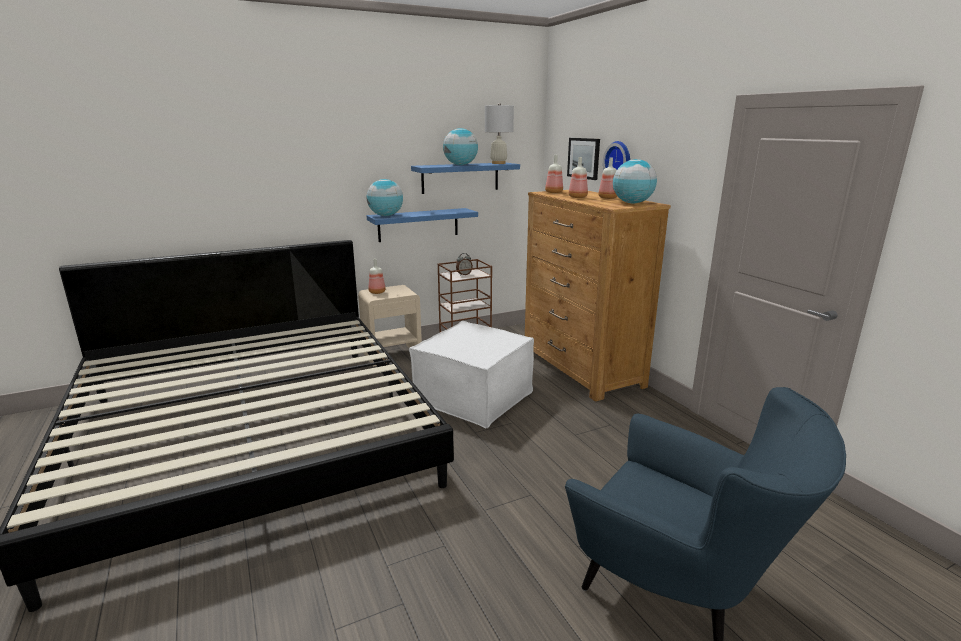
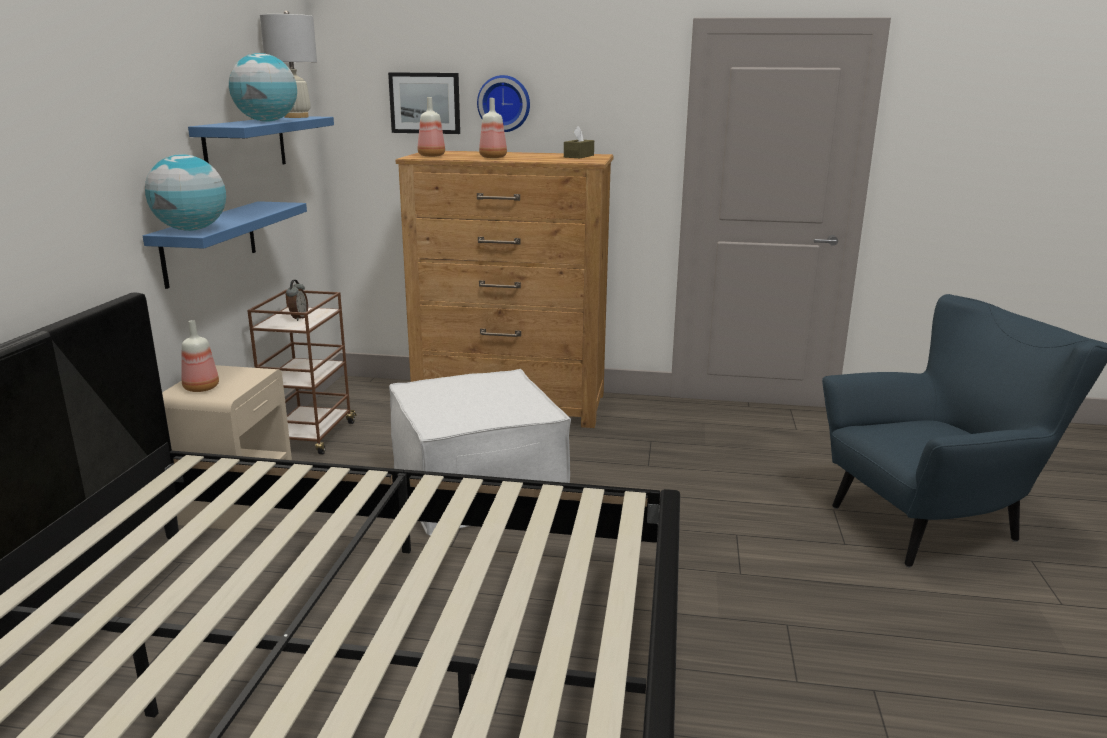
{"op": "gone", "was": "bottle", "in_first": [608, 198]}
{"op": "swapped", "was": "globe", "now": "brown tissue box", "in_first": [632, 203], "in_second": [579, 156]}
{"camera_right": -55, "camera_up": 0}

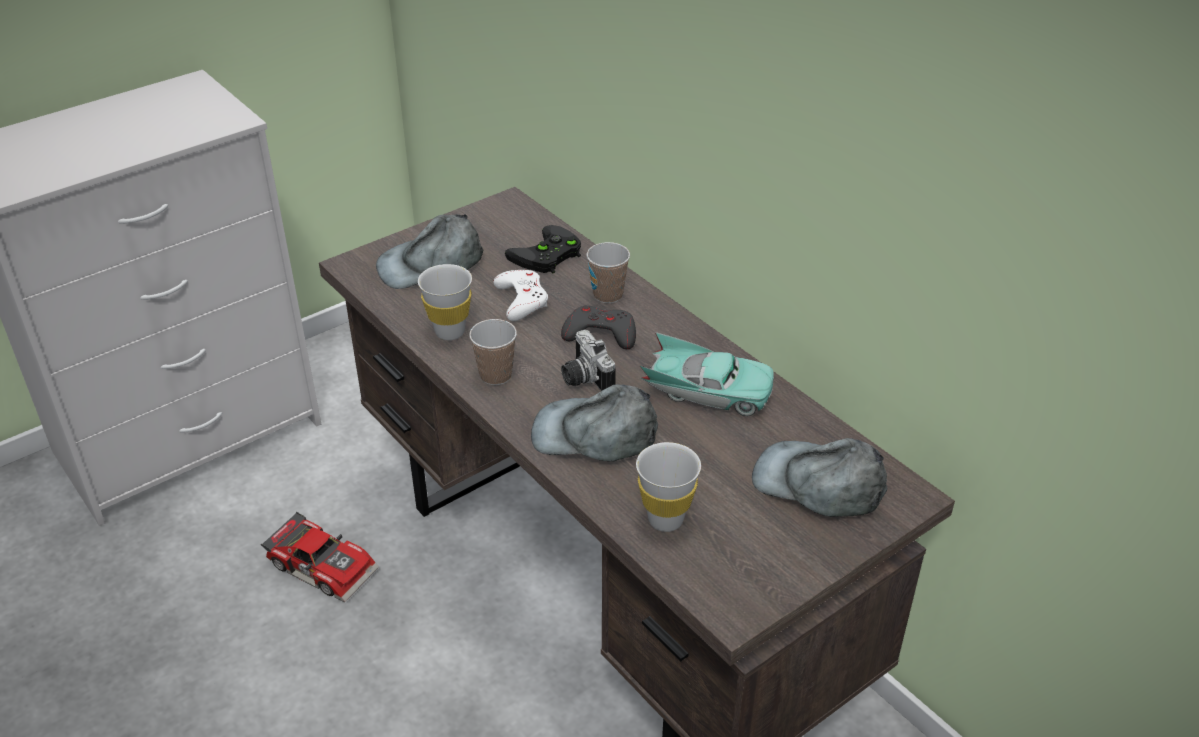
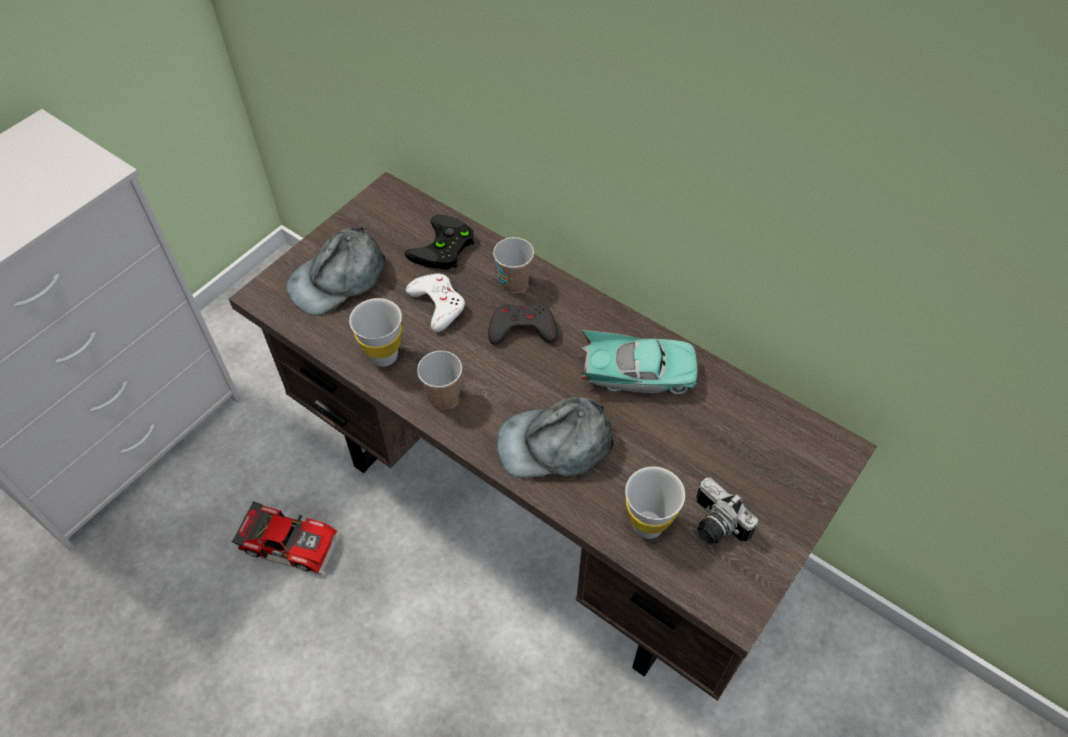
{"op": "gone", "was": "grey cap", "in_first": [819, 484]}
{"op": "shifted", "was": "photo camera", "in_first": [583, 378], "in_second": [714, 525]}
{"camera_right": -15, "camera_up": 15}

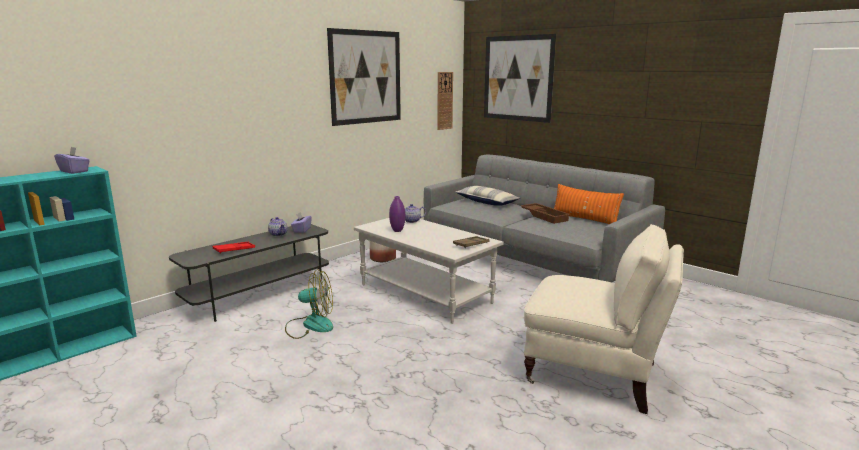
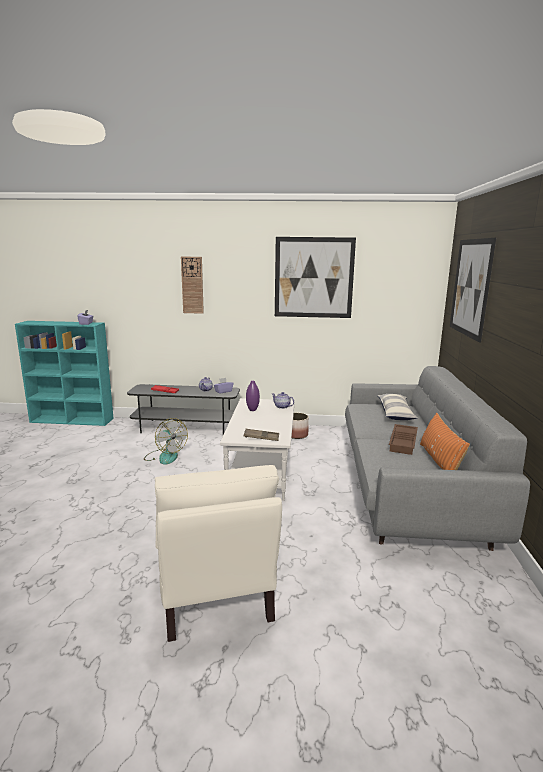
{"op": "shifted", "was": "wall clock", "in_first": [444, 100], "in_second": [192, 285]}
{"camera_right": 50, "camera_up": 0}

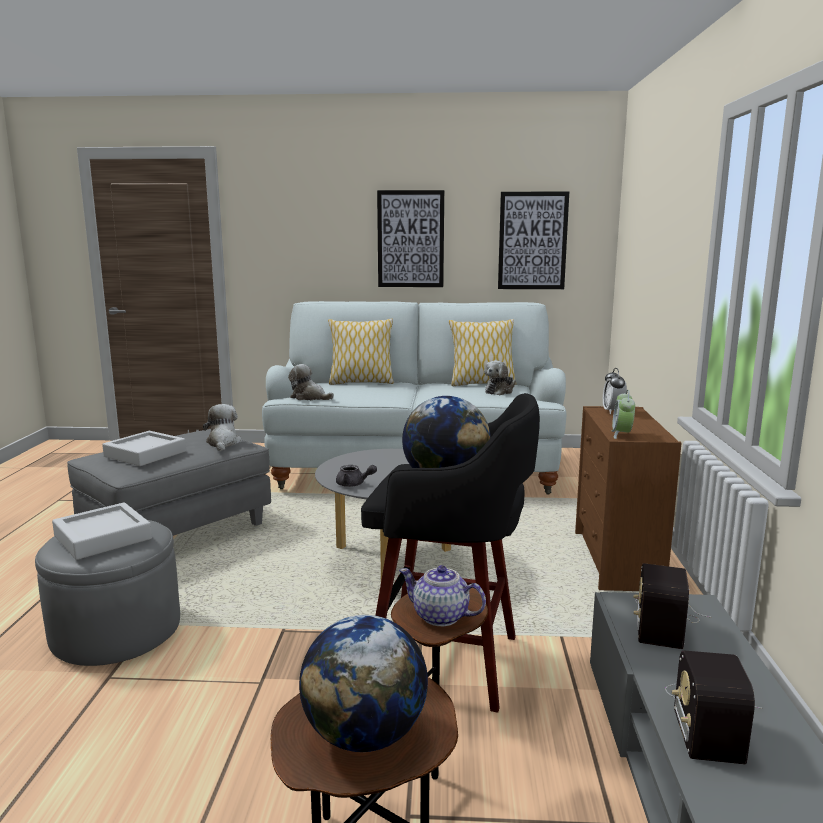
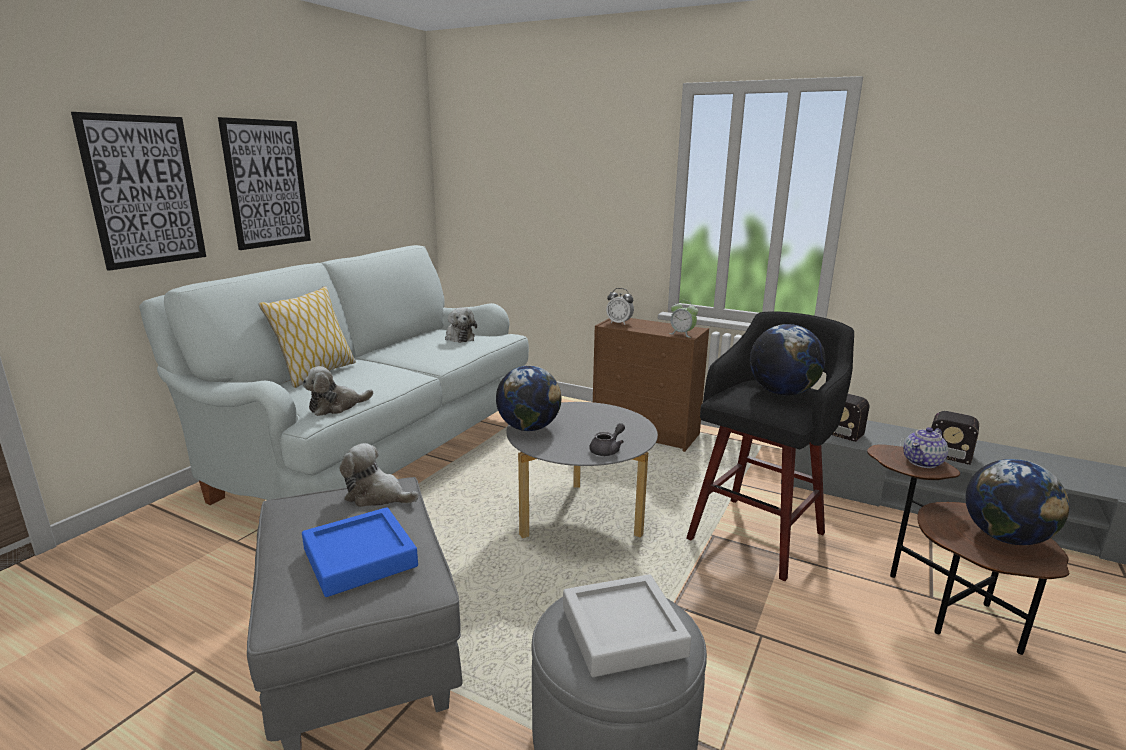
{"op": "gone", "was": "pillow", "in_first": [481, 384]}
{"op": "new", "now": "globe", "in_second": [528, 428]}
{"op": "shifted", "was": "picture", "in_first": [532, 241], "in_second": [144, 191]}
{"op": "repainted", "was": "grey tray", "now": "blue tray", "in_first": [145, 454], "in_second": [360, 558]}
{"camera_right": -65, "camera_up": 5}

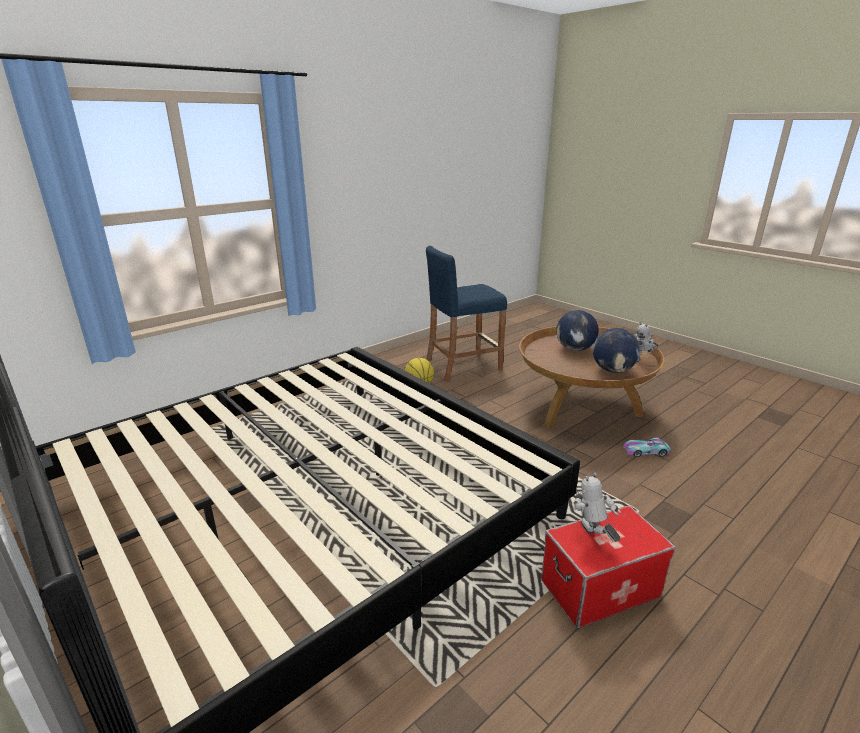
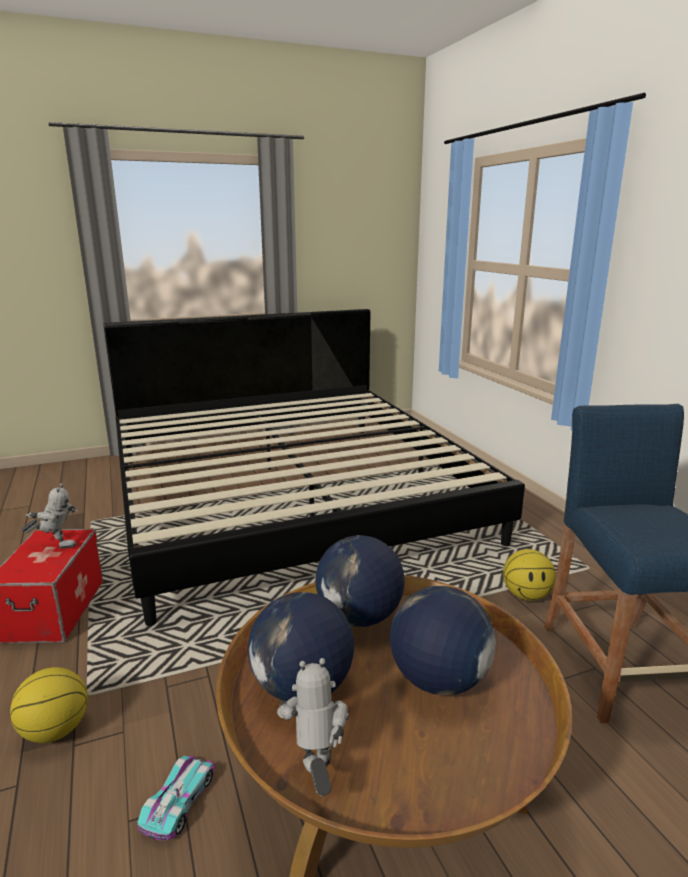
{"op": "new", "now": "basketball", "in_second": [54, 730]}
{"op": "new", "now": "globe", "in_second": [359, 617]}
{"camera_right": 110, "camera_up": -5}

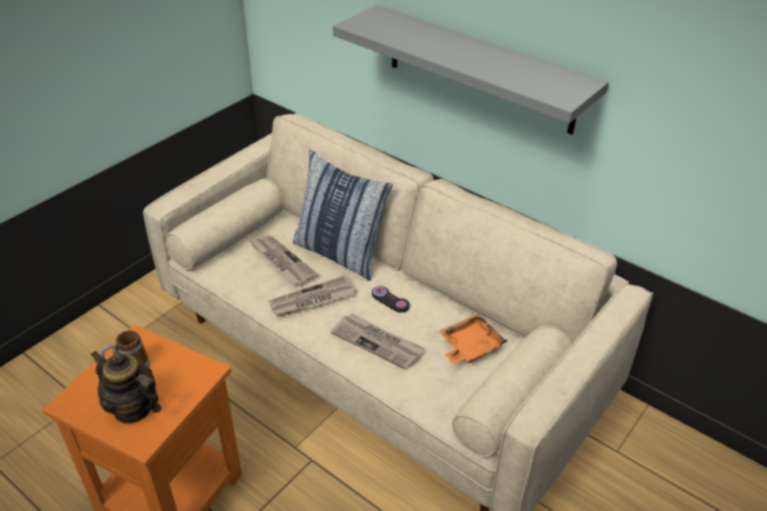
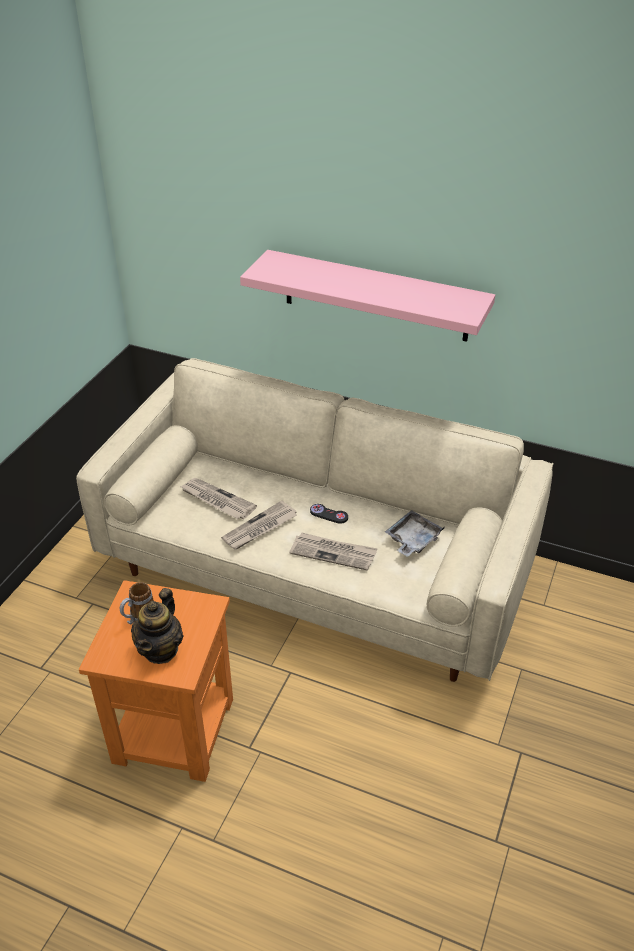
{"op": "gone", "was": "pillow", "in_first": [339, 253]}
{"op": "repainted", "was": "grey shelf", "now": "pink shelf", "in_first": [480, 69], "in_second": [375, 296]}
{"op": "repainted", "was": "orange tray", "now": "grey tray", "in_first": [469, 346], "in_second": [412, 540]}
{"op": "rotated", "was": "teapot", "in_first": [133, 408], "in_second": [161, 649], "clockwise": -90}
{"camera_right": -15, "camera_up": 0}

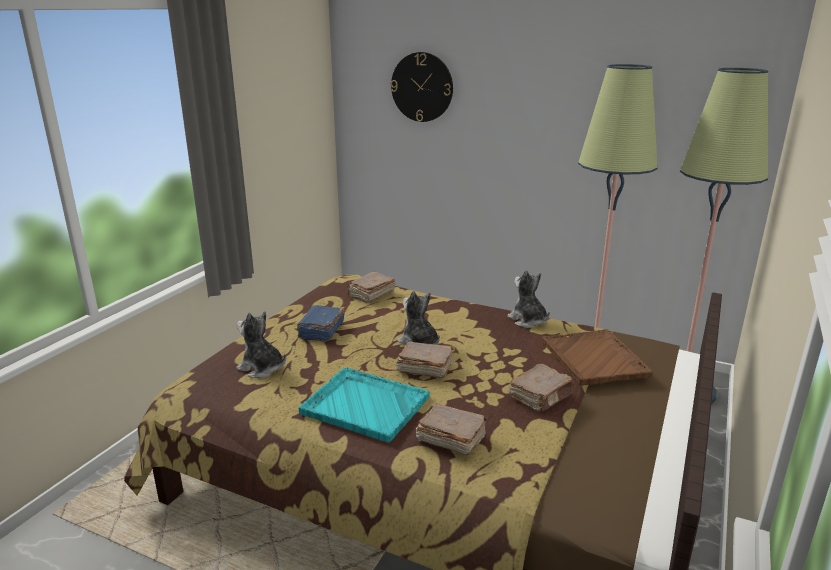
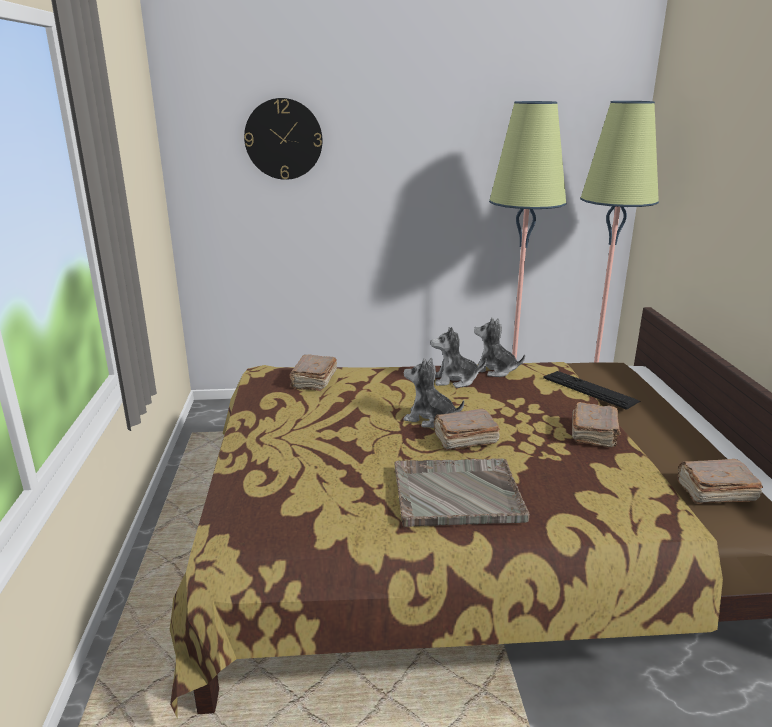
{"op": "gone", "was": "blue book", "in_first": [321, 331]}
{"op": "shifted", "was": "plush toy", "in_first": [262, 368], "in_second": [455, 380]}
{"op": "shifted", "was": "brown book", "in_first": [450, 439], "in_second": [714, 492]}
{"op": "swapped", "was": "brown tray", "now": "keyboard", "in_first": [594, 359], "in_second": [590, 389]}
{"op": "repainted", "was": "turquoise tray", "now": "grey tray", "in_first": [364, 405], "in_second": [456, 494]}
{"camera_right": -30, "camera_up": 0}

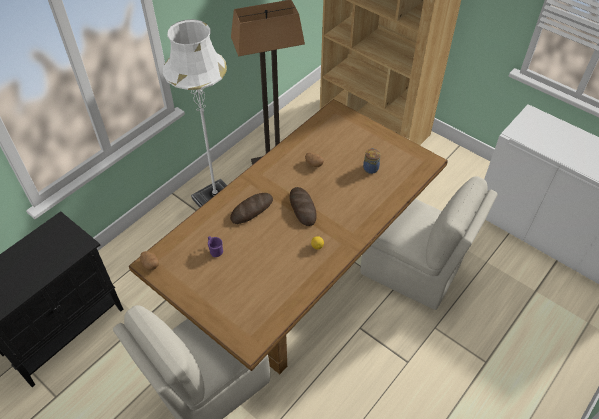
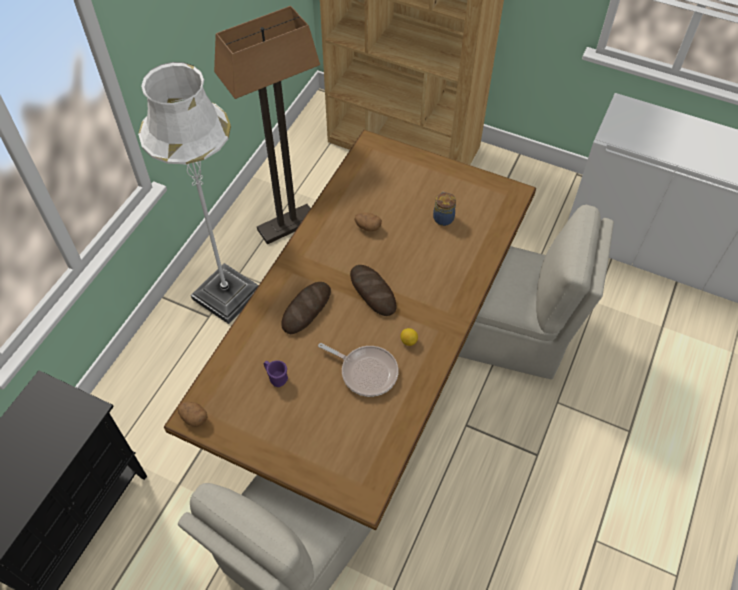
{"op": "new", "now": "frying pan", "in_second": [366, 372]}
{"camera_right": -15, "camera_up": 5}

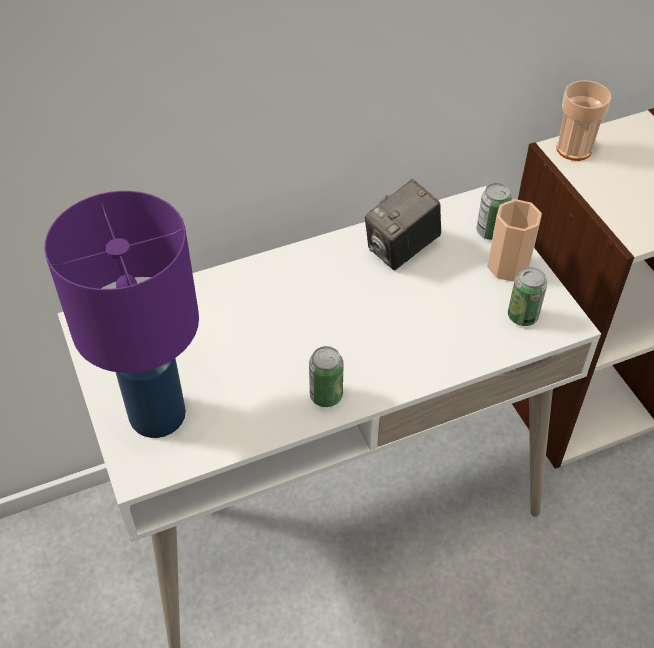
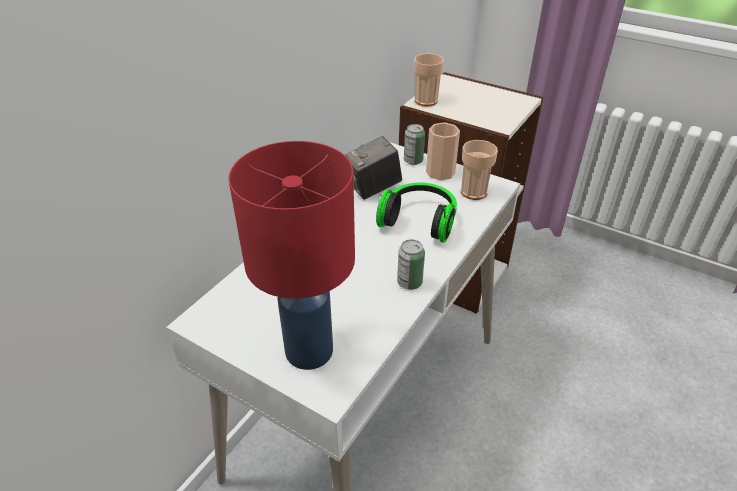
{"op": "new", "now": "headphones", "in_second": [420, 220]}
{"op": "swapped", "was": "can", "now": "cup", "in_first": [522, 316], "in_second": [474, 192]}
{"op": "repainted", "was": "purple table lamp", "now": "red table lamp", "in_first": [155, 414], "in_second": [307, 351]}
{"op": "rotated", "was": "photo camera", "in_first": [401, 250], "in_second": [373, 189], "clockwise": 45}
{"camera_right": -35, "camera_up": -10}

